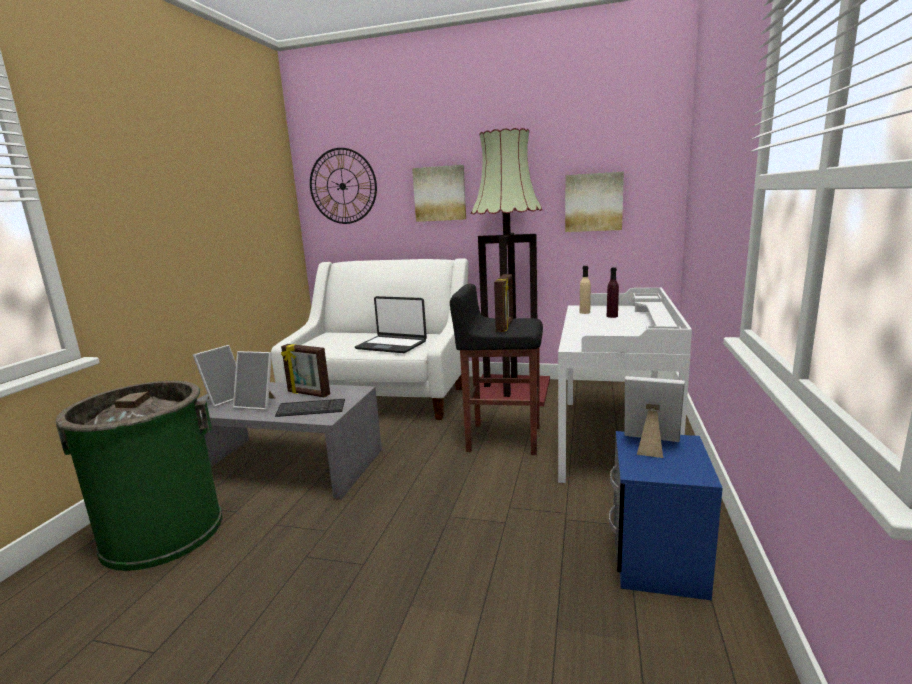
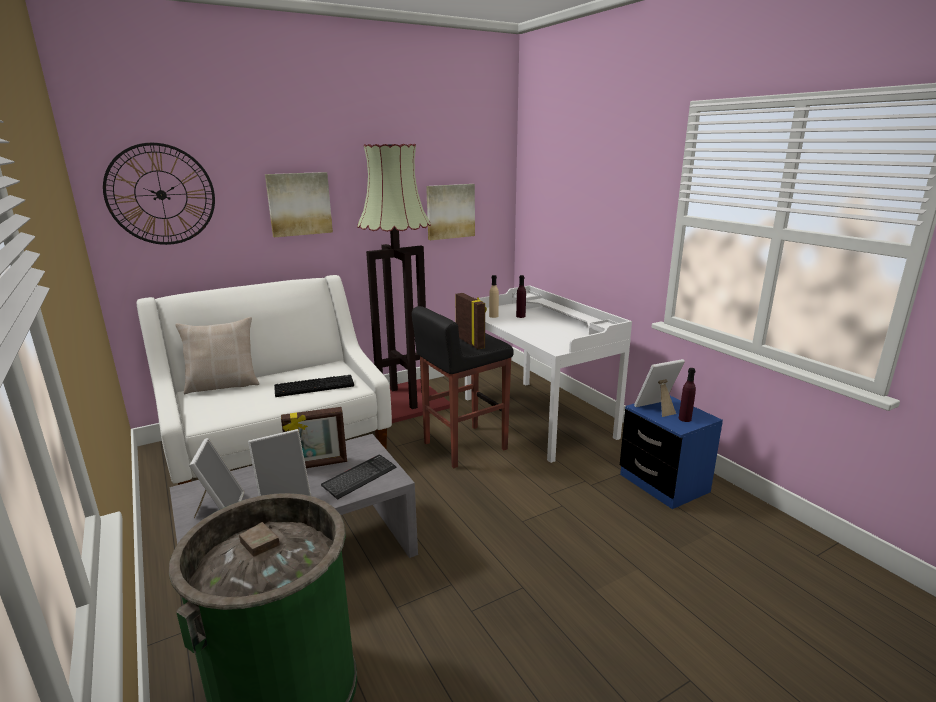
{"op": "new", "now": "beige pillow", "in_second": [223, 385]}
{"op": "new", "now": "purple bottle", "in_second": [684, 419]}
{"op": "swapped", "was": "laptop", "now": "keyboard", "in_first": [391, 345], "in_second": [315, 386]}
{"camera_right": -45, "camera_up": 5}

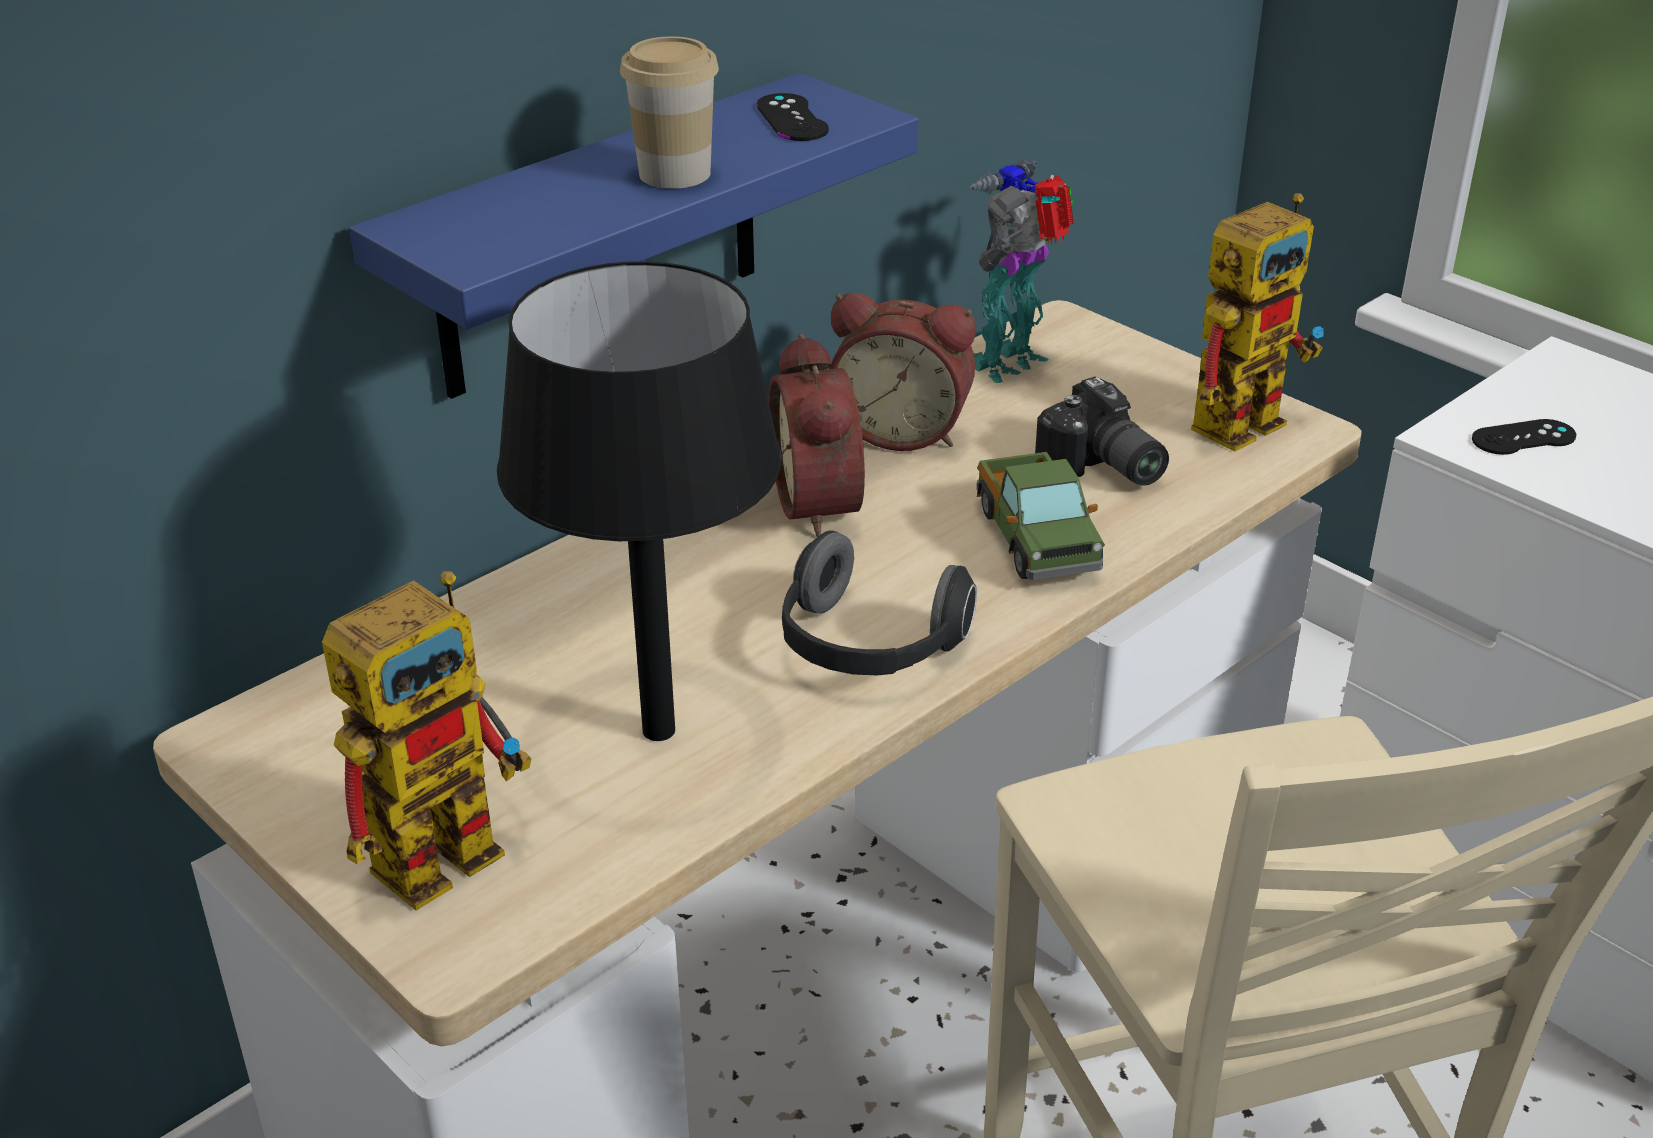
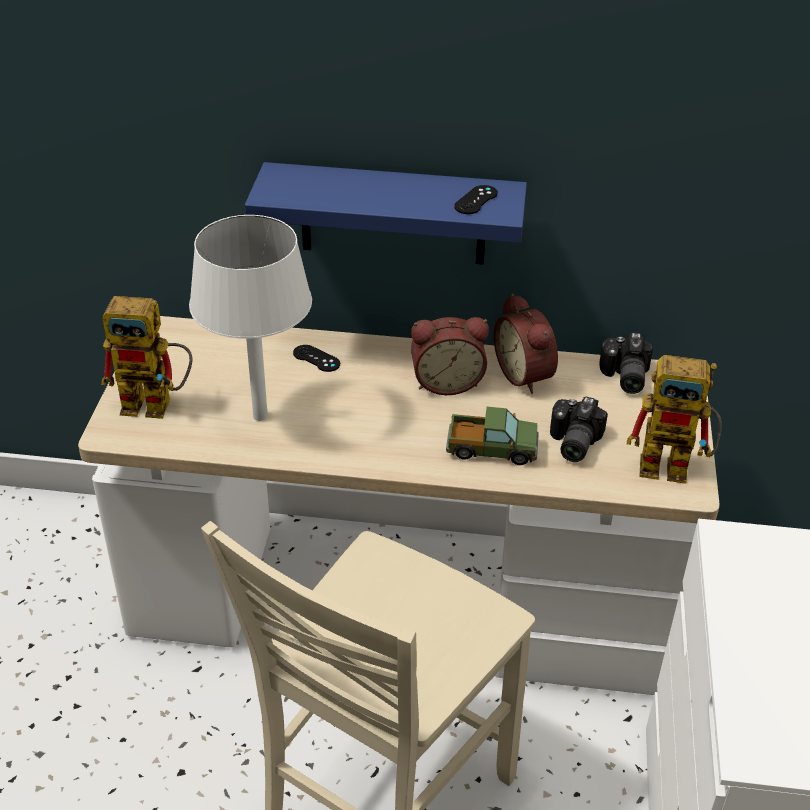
{"op": "gone", "was": "cup", "in_first": [674, 174]}
{"op": "gone", "was": "headphones", "in_first": [867, 648]}
{"op": "shifted", "was": "black game controller", "in_first": [1523, 438], "in_second": [316, 358]}
{"op": "swapped", "was": "toy robot", "now": "photo camera", "in_first": [1011, 362], "in_second": [623, 377]}
{"op": "repainted", "was": "black table lamp", "now": "white table lamp", "in_first": [657, 730], "in_second": [260, 416]}
{"op": "rotated", "was": "alarm clock", "in_first": [825, 504], "in_second": [446, 381], "clockwise": -135}
{"op": "rotated", "was": "toy truck", "in_first": [1036, 540], "in_second": [491, 449], "clockwise": -120}
{"camera_right": 50, "camera_up": 5}

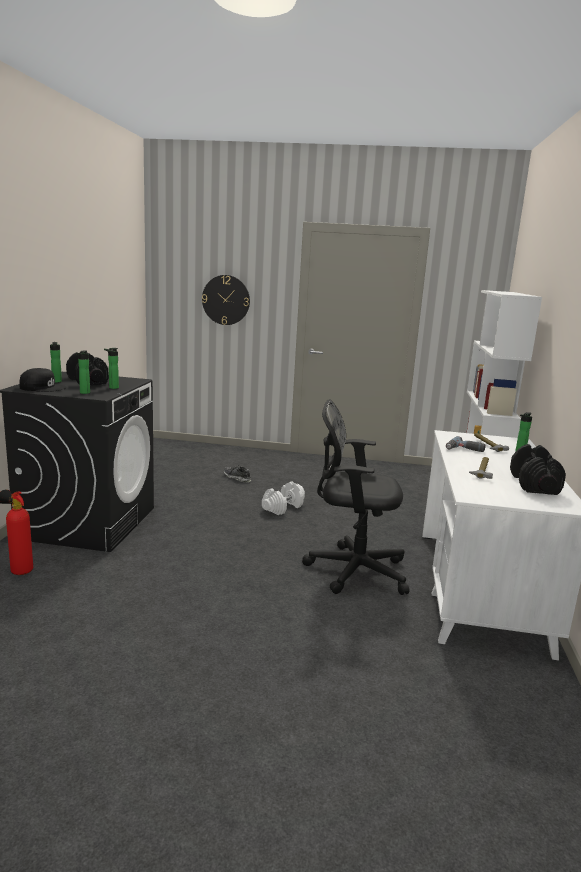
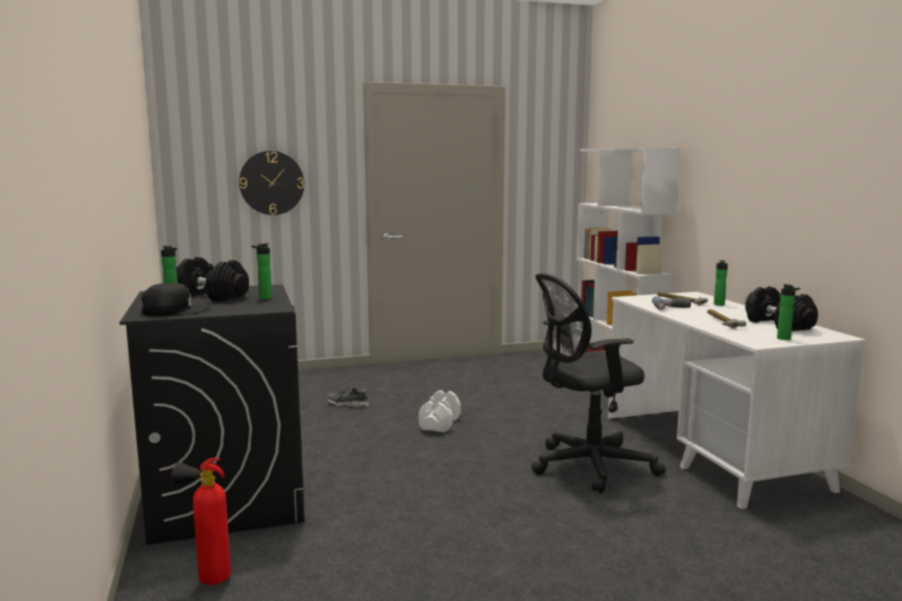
{"op": "shifted", "was": "bottle", "in_first": [84, 393], "in_second": [785, 339]}
{"camera_right": -25, "camera_up": -5}

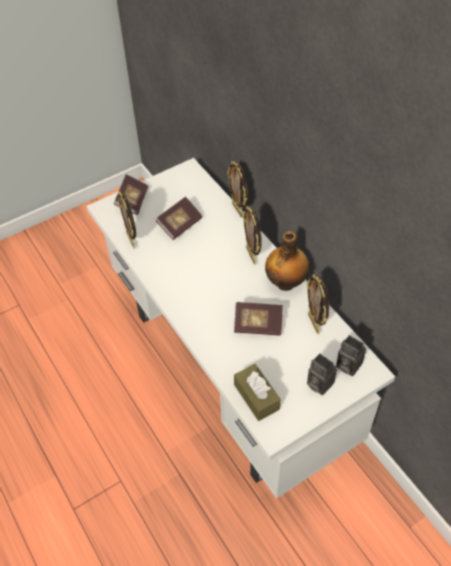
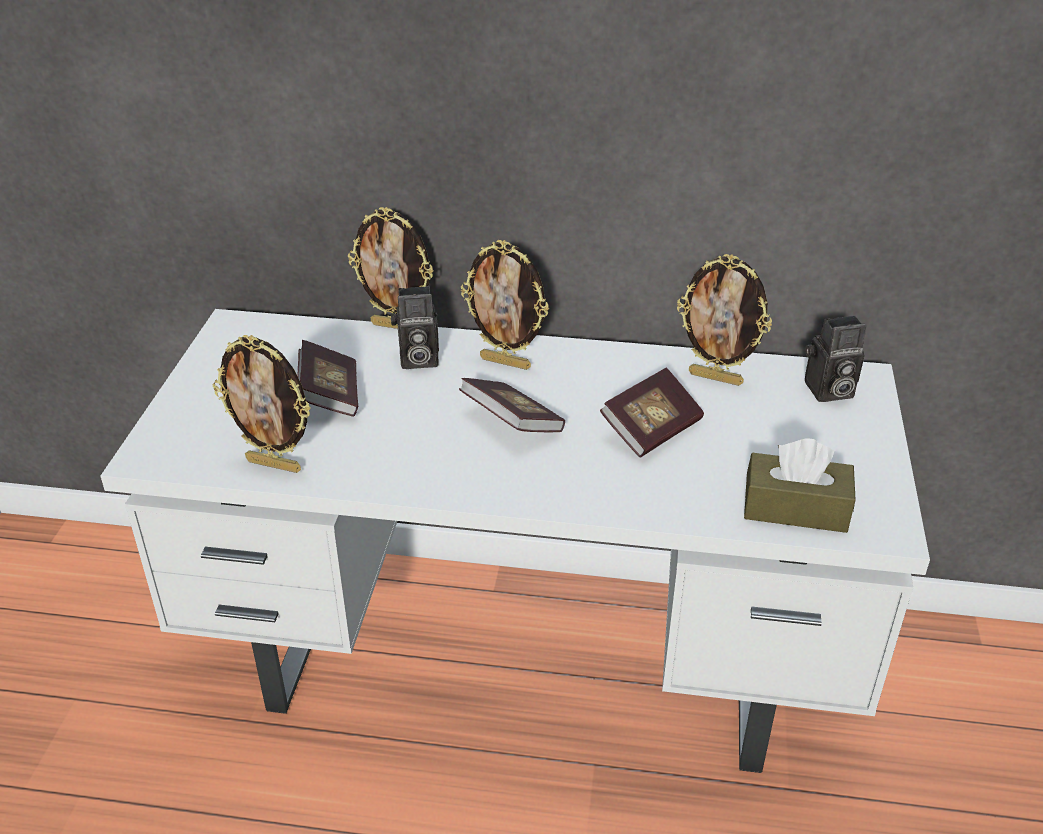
{"op": "gone", "was": "bottle", "in_first": [286, 282]}
{"op": "shifted", "was": "book", "in_first": [132, 201], "in_second": [511, 423]}
{"op": "shifted", "was": "photo camera", "in_first": [318, 383], "in_second": [416, 360]}
{"camera_right": -50, "camera_up": -15}

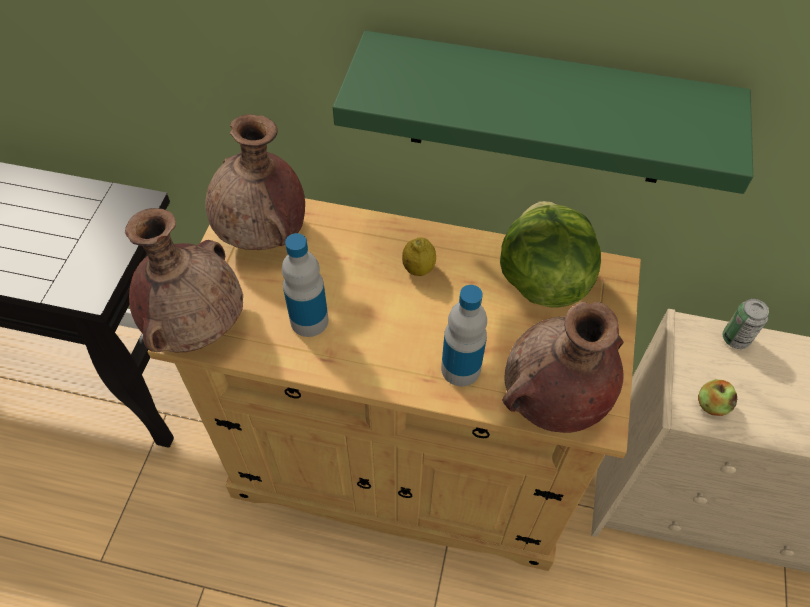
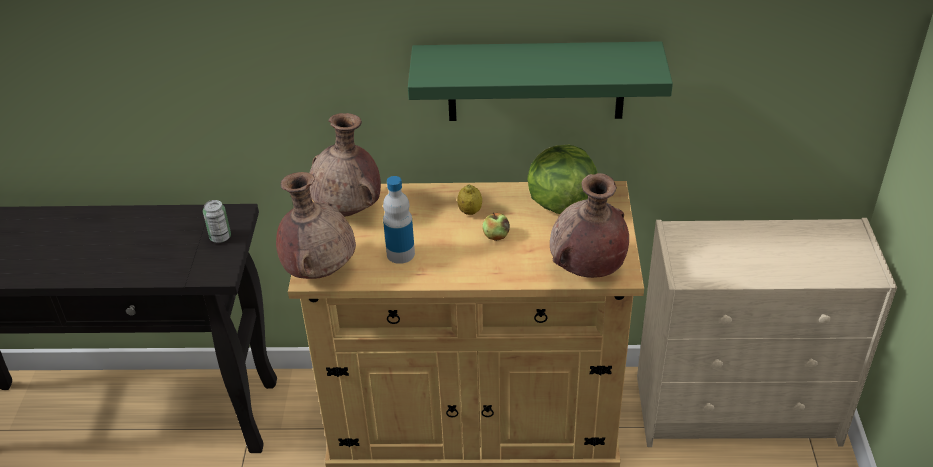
{"op": "gone", "was": "bottle", "in_first": [460, 368]}
{"op": "shifted", "was": "apple", "in_first": [712, 405], "in_second": [496, 236]}
{"op": "shifted", "was": "can", "in_first": [735, 338], "in_second": [220, 237]}
{"camera_right": -10, "camera_up": -15}

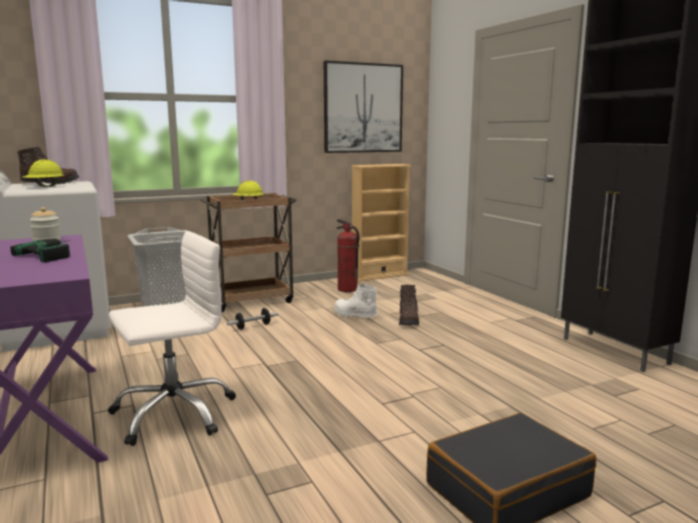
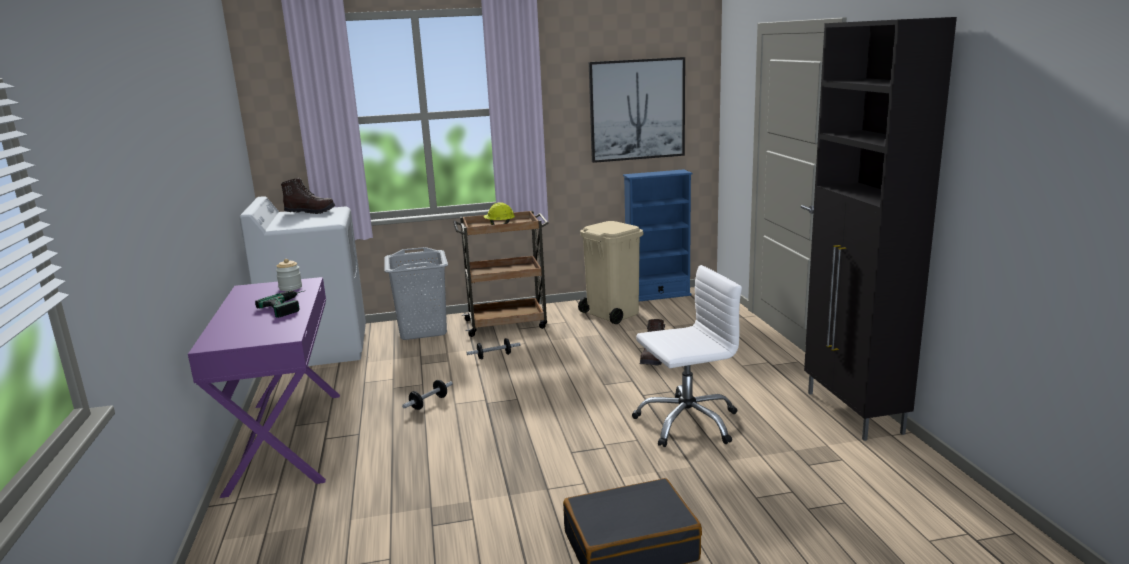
{"op": "gone", "was": "yellow hard hat", "in_first": [44, 187]}
{"op": "gone", "was": "white boot", "in_first": [354, 315]}
{"op": "new", "now": "dumbbell", "in_second": [429, 403]}
{"op": "shifted", "was": "white office chair", "in_first": [173, 413], "in_second": [687, 422]}
{"op": "swapped", "was": "fire extinguisher", "now": "beige trash can", "in_first": [347, 289], "in_second": [612, 313]}
{"op": "repainted", "was": "beige bookcase", "now": "blue bookcase", "in_first": [379, 276], "in_second": [658, 295]}
{"camera_right": 15, "camera_up": 5}

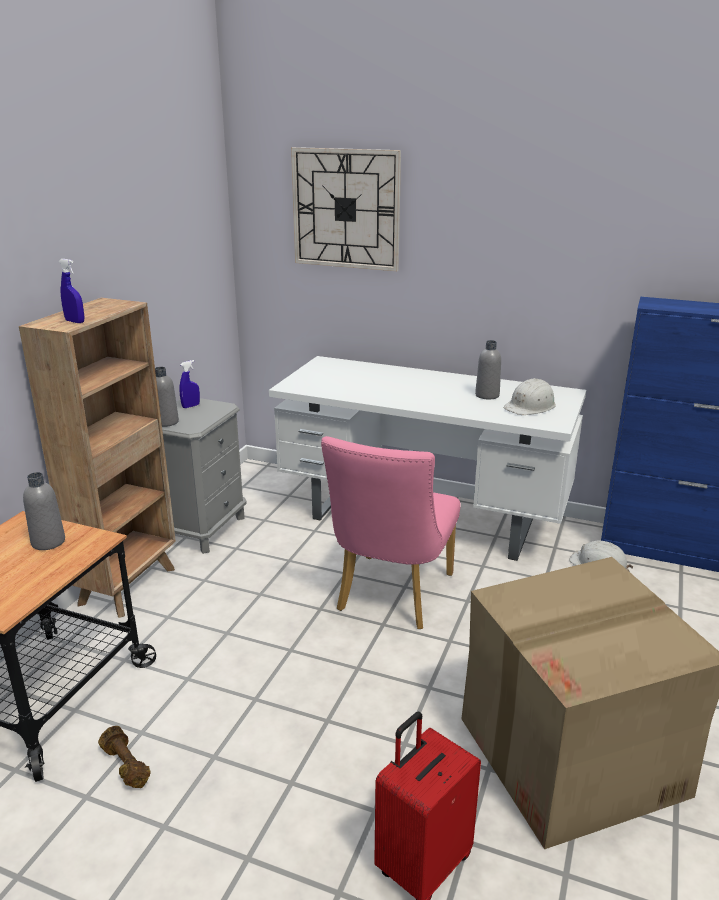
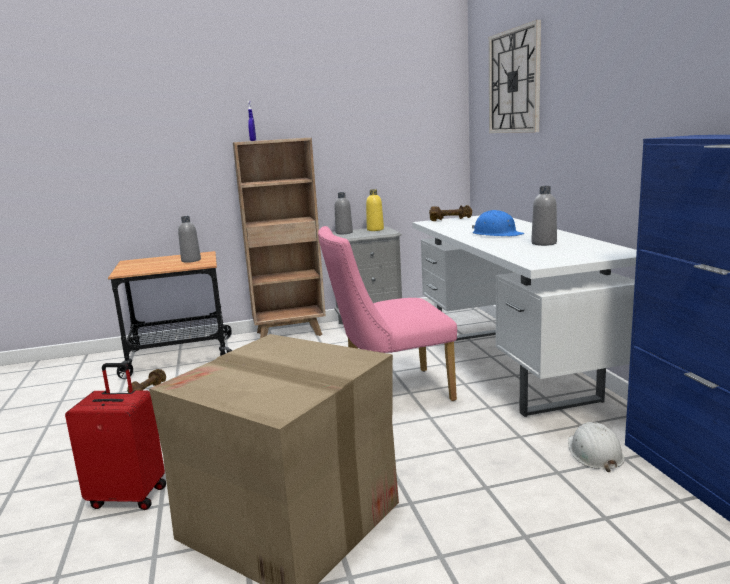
{"op": "gone", "was": "white hard hat", "in_first": [530, 406]}
{"op": "new", "now": "brown dumbbell", "in_second": [450, 220]}
{"op": "new", "now": "blue hard hat", "in_second": [497, 234]}
{"op": "swapped", "was": "blue spray bottle", "now": "yellow bottle", "in_first": [191, 406], "in_second": [375, 229]}
{"camera_right": 55, "camera_up": -10}

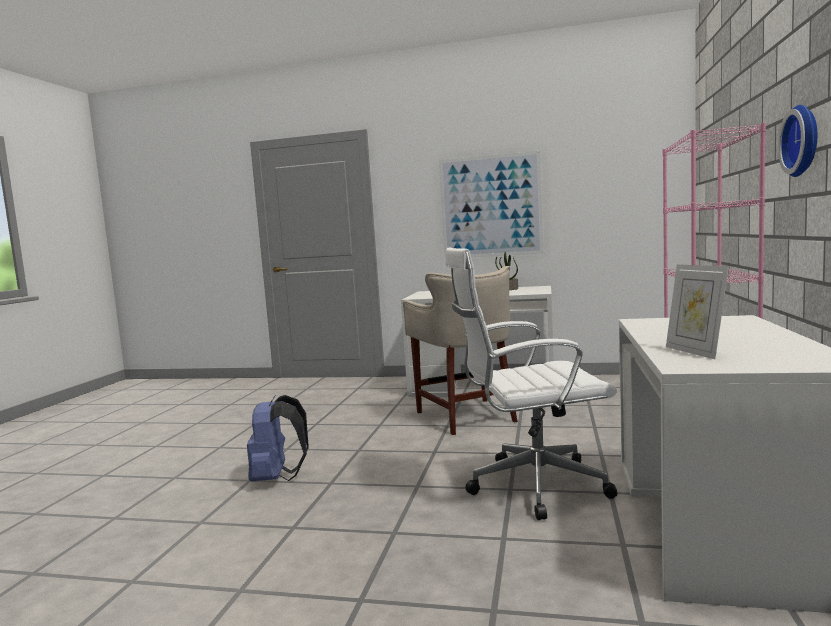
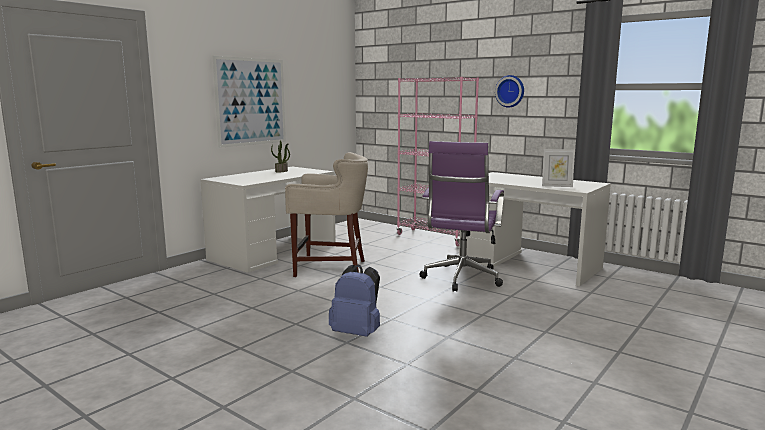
{"op": "repainted", "was": "white office chair", "now": "purple office chair", "in_first": [531, 486], "in_second": [461, 279]}
{"camera_right": -65, "camera_up": 5}

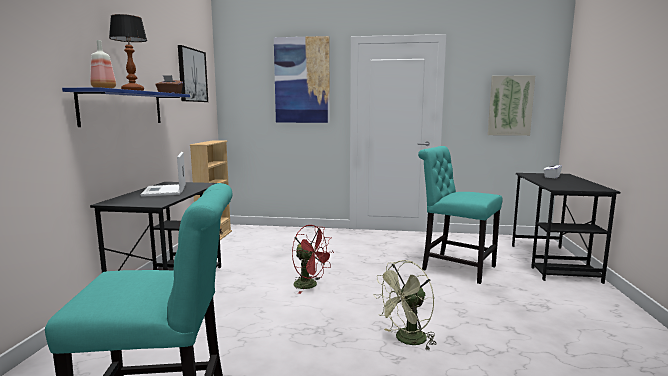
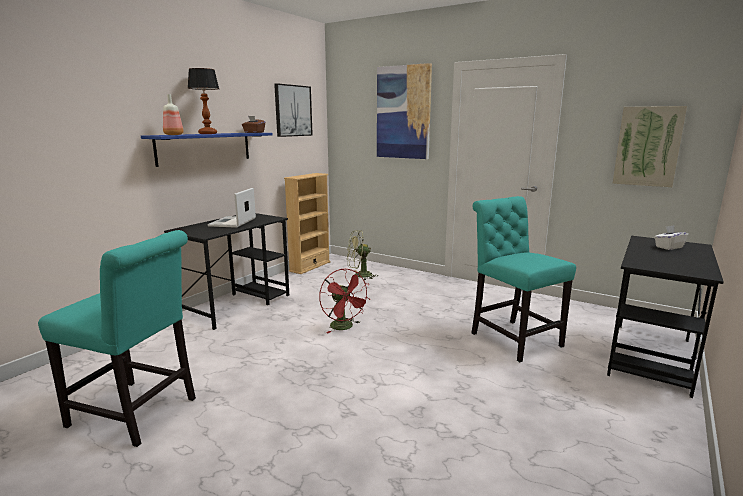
{"op": "shifted", "was": "green fan", "in_first": [406, 340], "in_second": [359, 275]}
{"camera_right": 25, "camera_up": 5}

